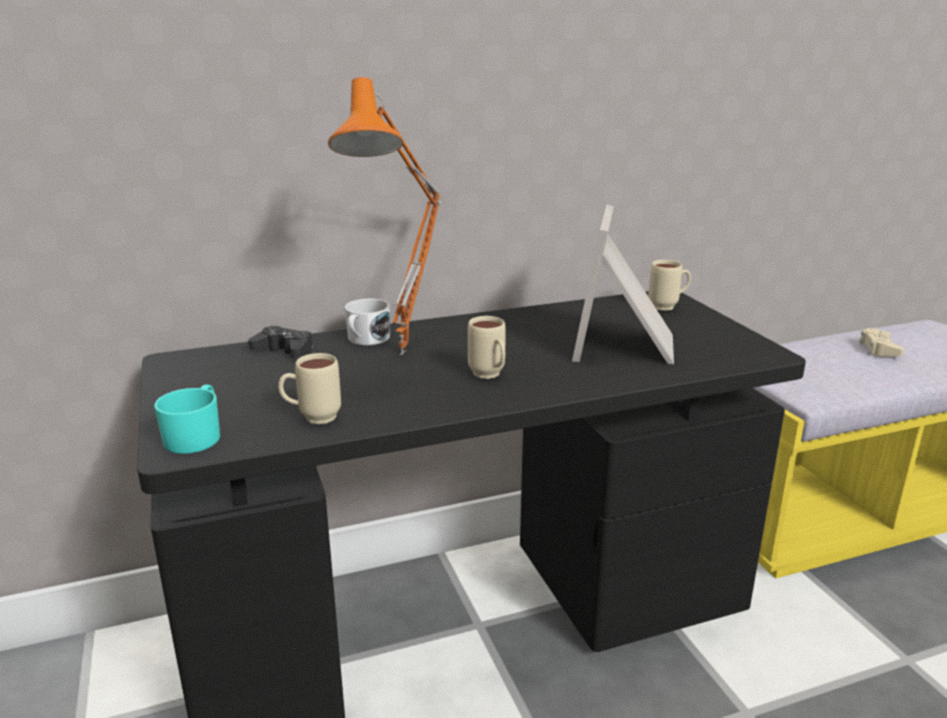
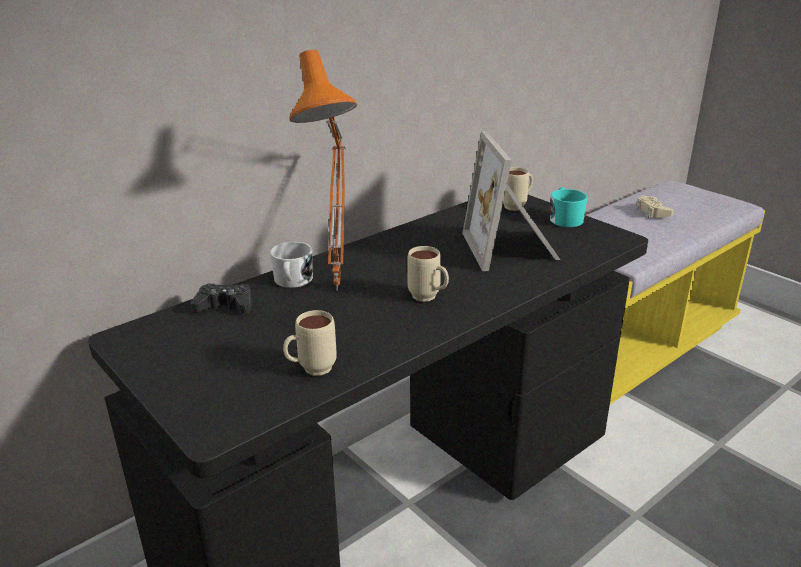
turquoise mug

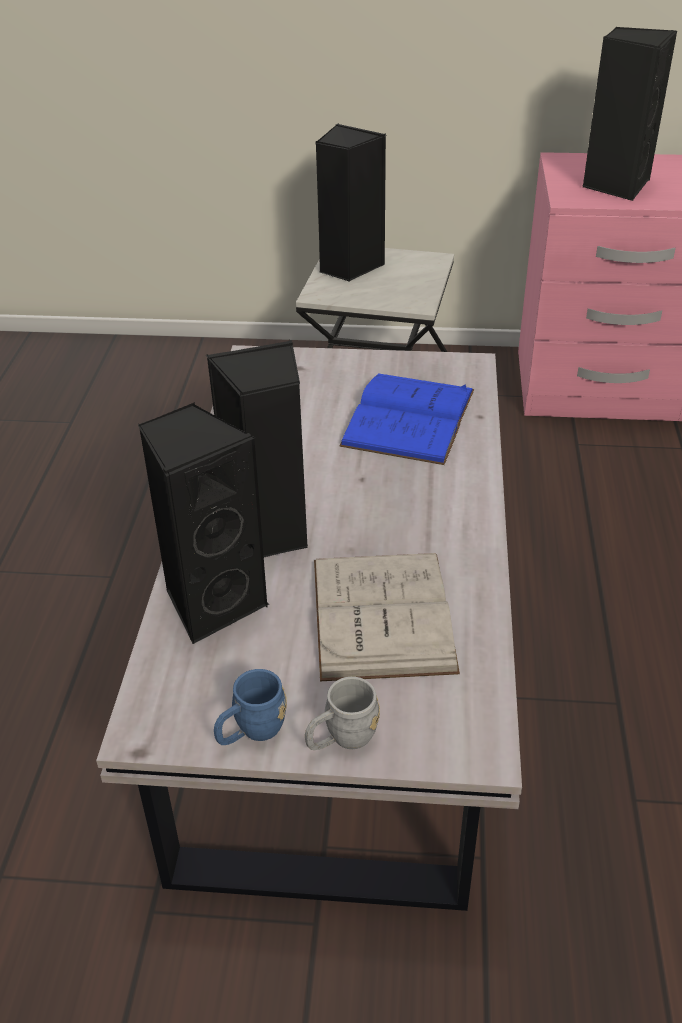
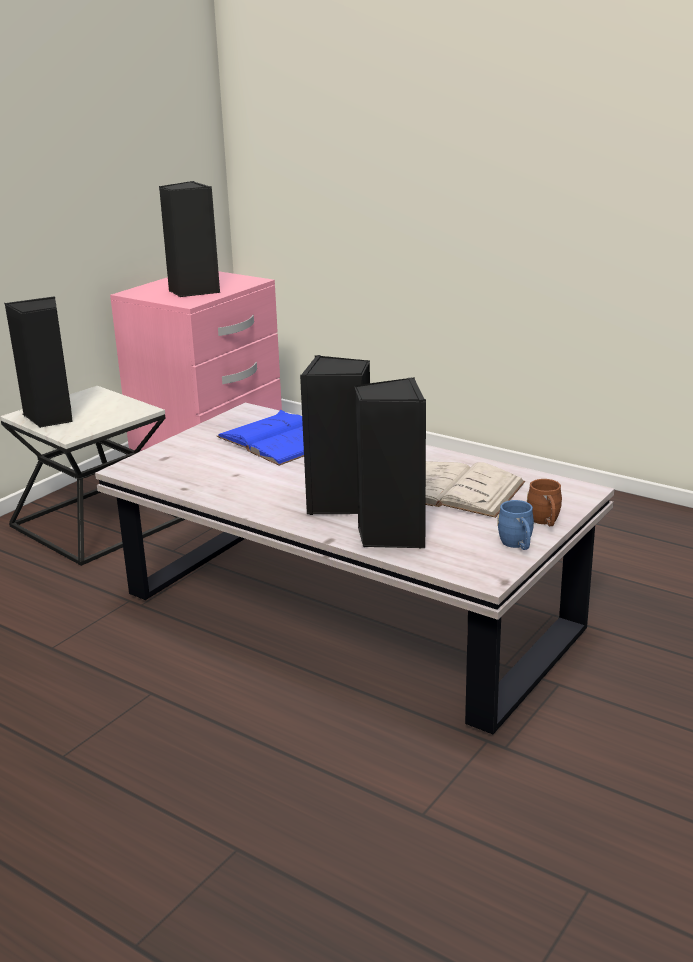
brown mug

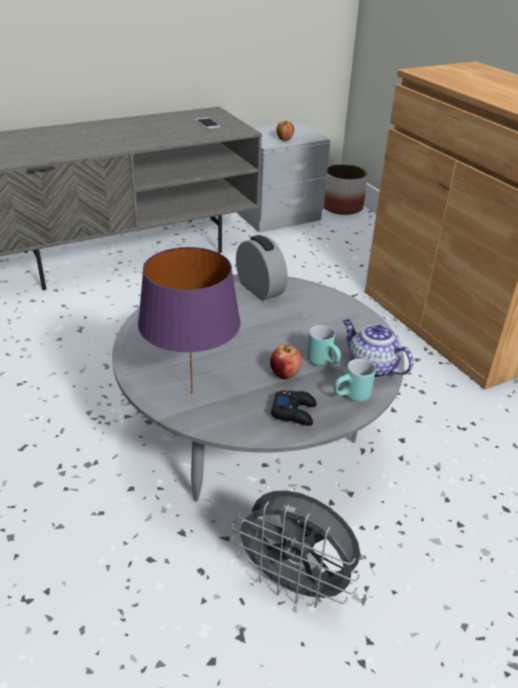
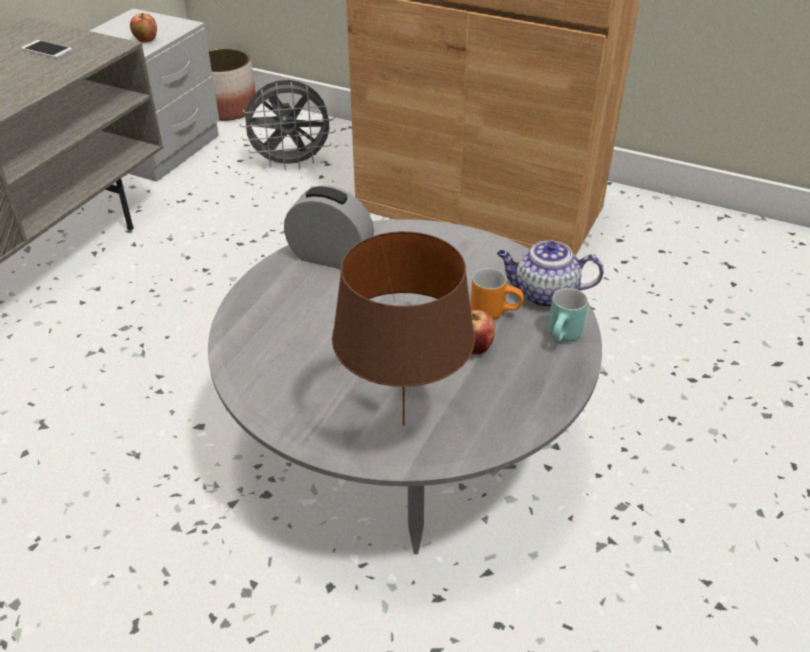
black game controller
grey fan
brown table lamp
orange mug

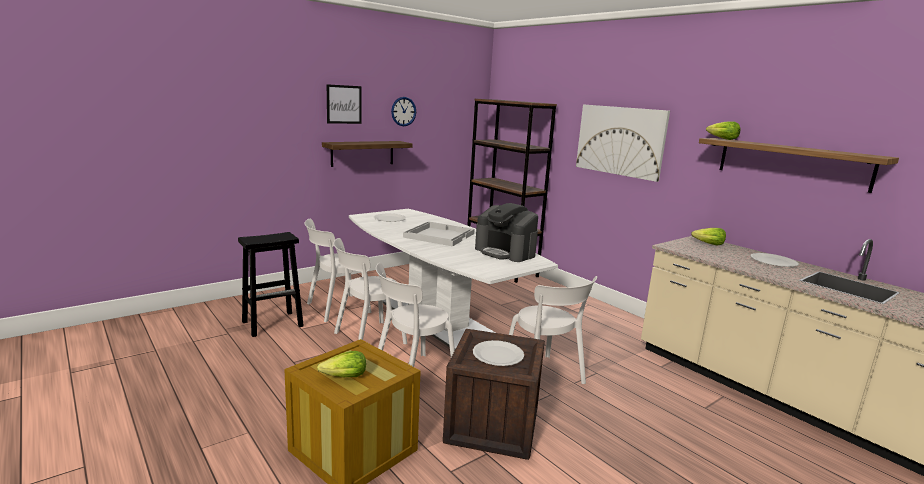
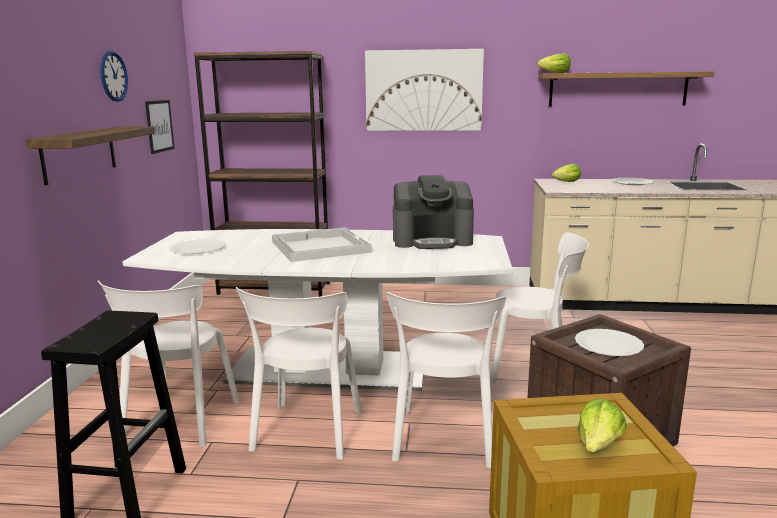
picture (1st from left)

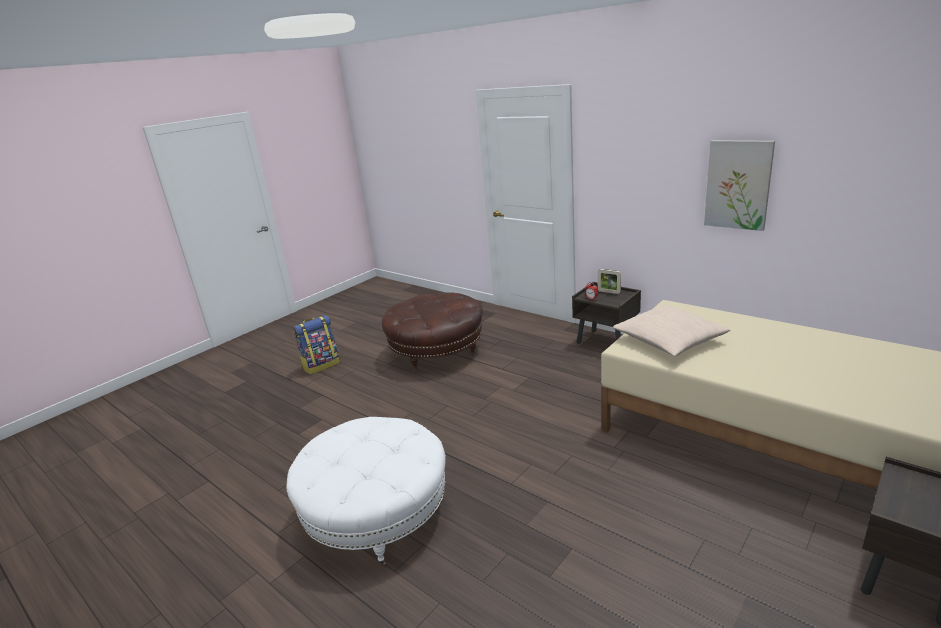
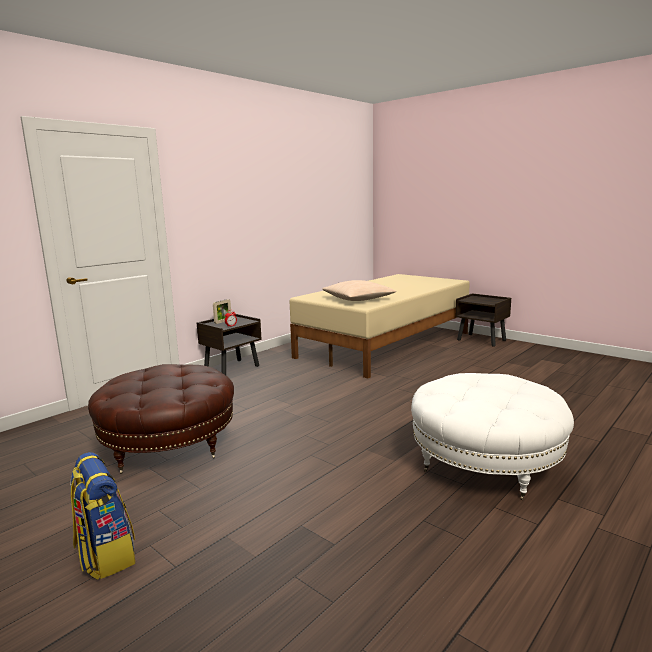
picture

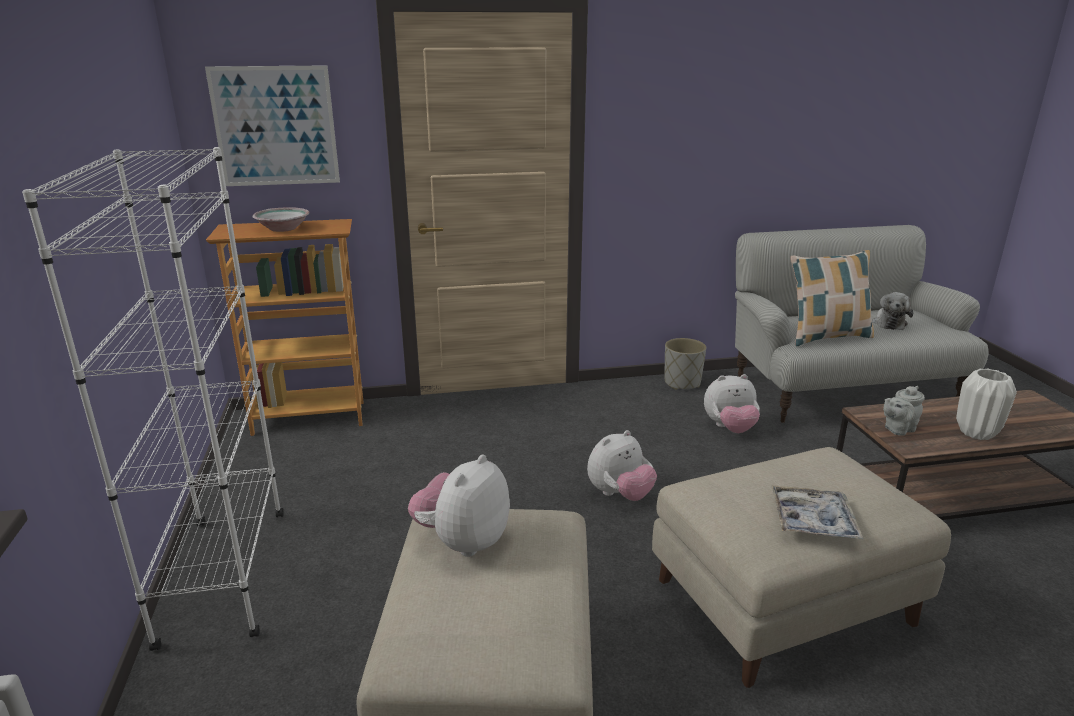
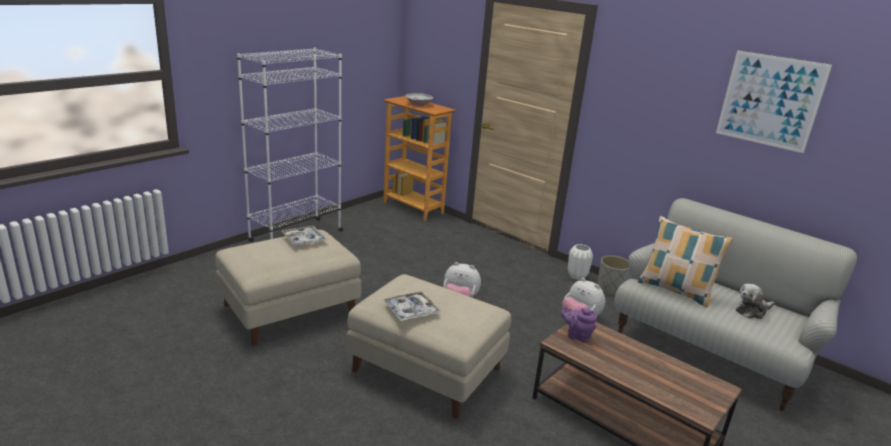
picture
white vase
tray (1st from left)
purple teapot

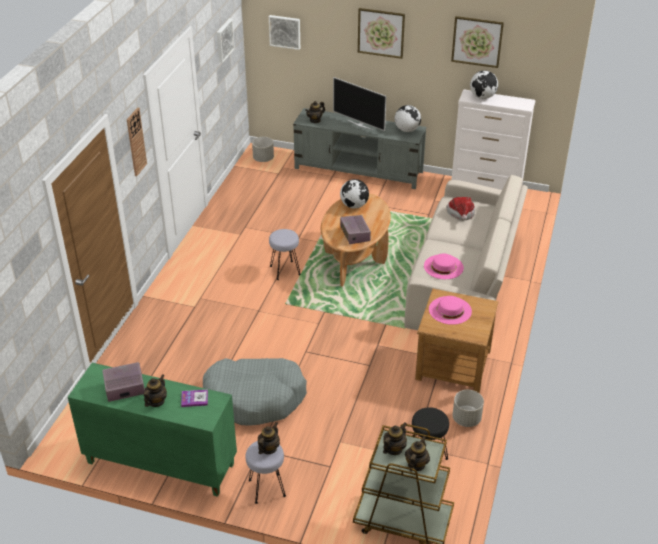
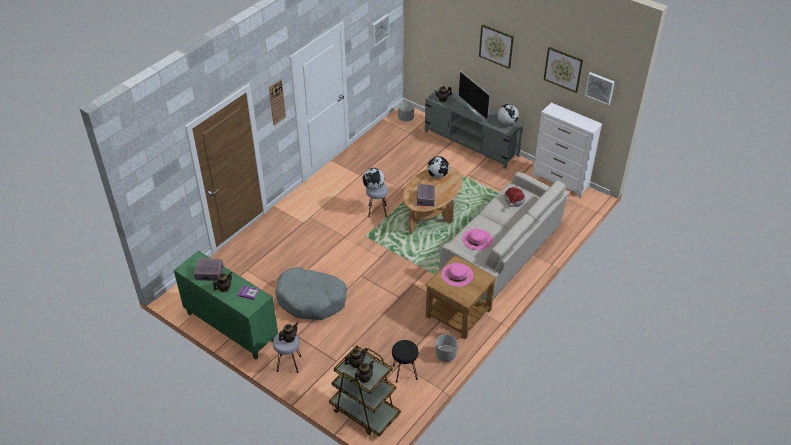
picture (4th from left)
globe (1st from left)

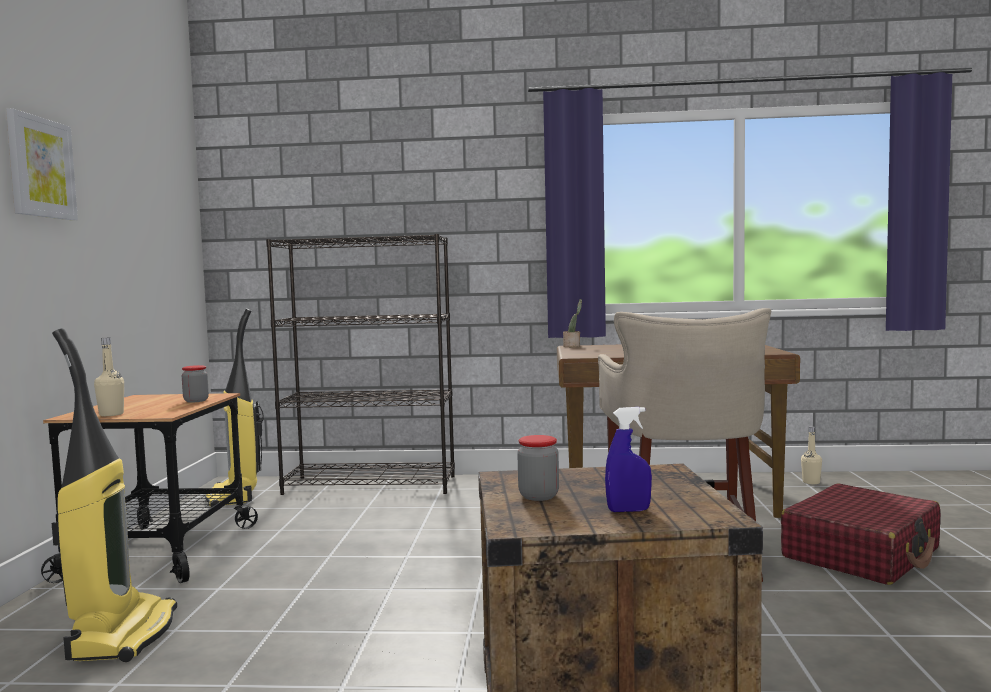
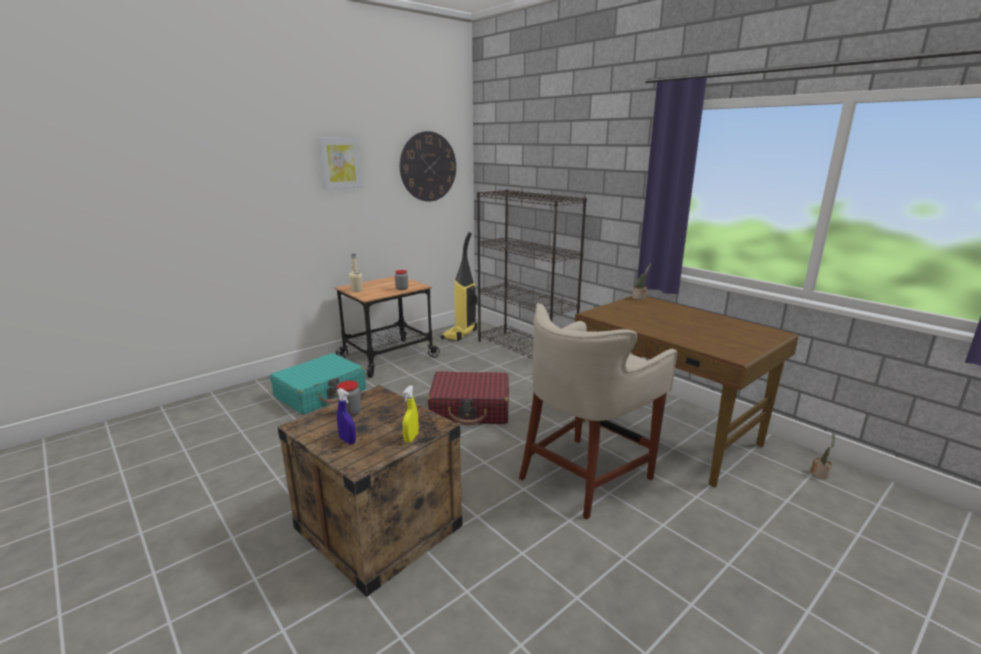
wall clock
yellow spray bottle
red suitcase
turquoise suitcase
potted plant (2nd from left)

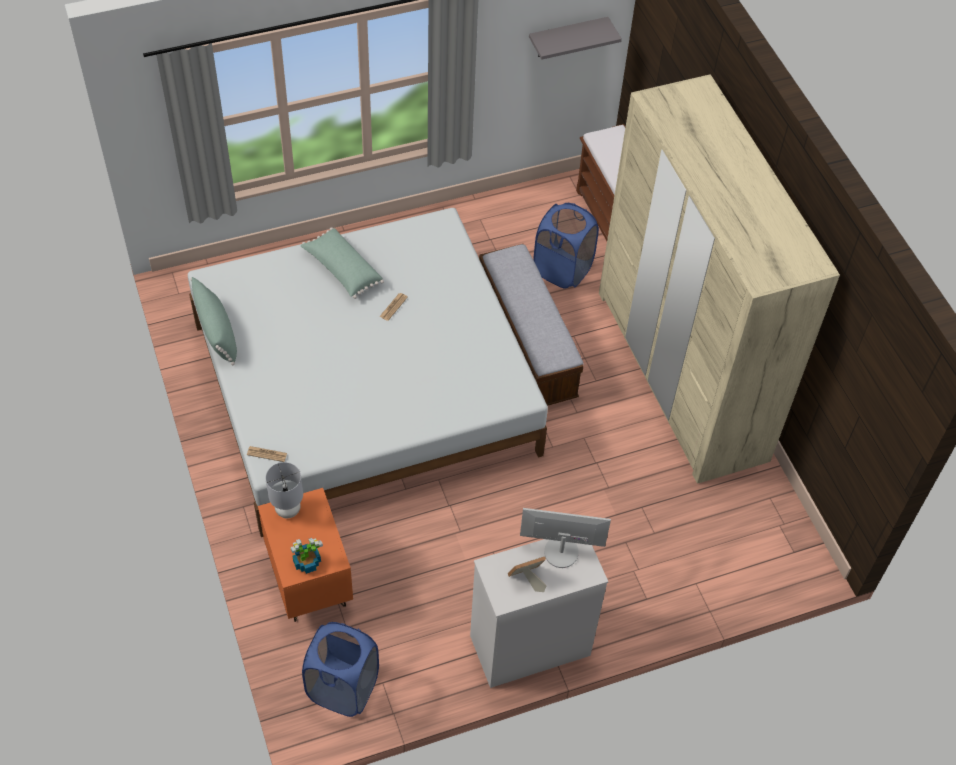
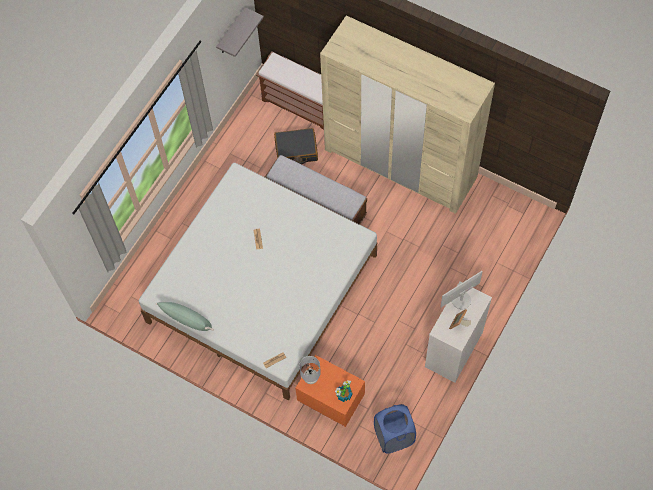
green pillow (2nd from left in the first image)
black suitcase

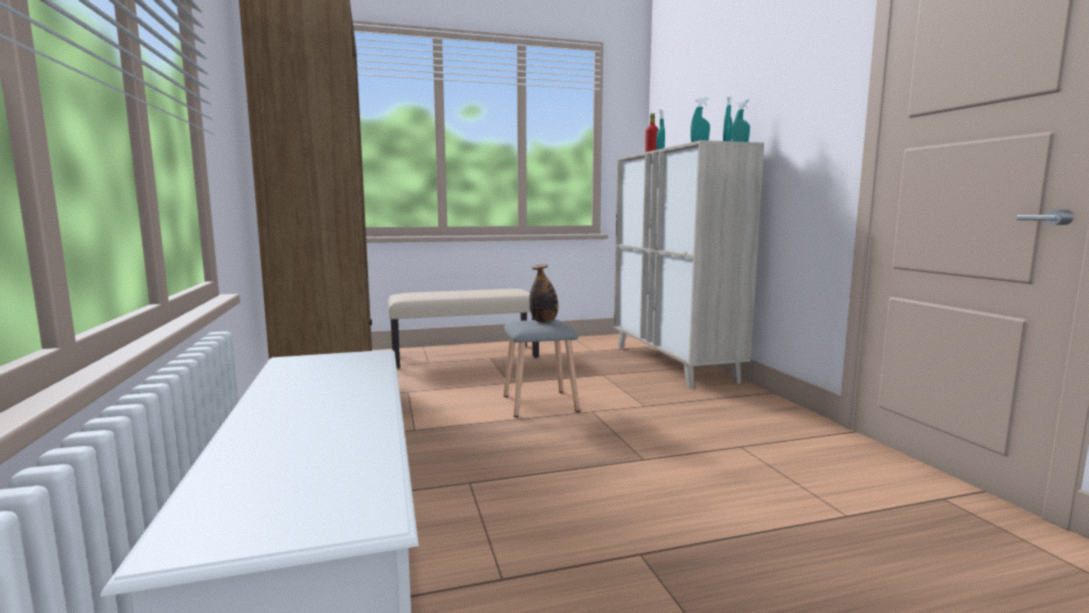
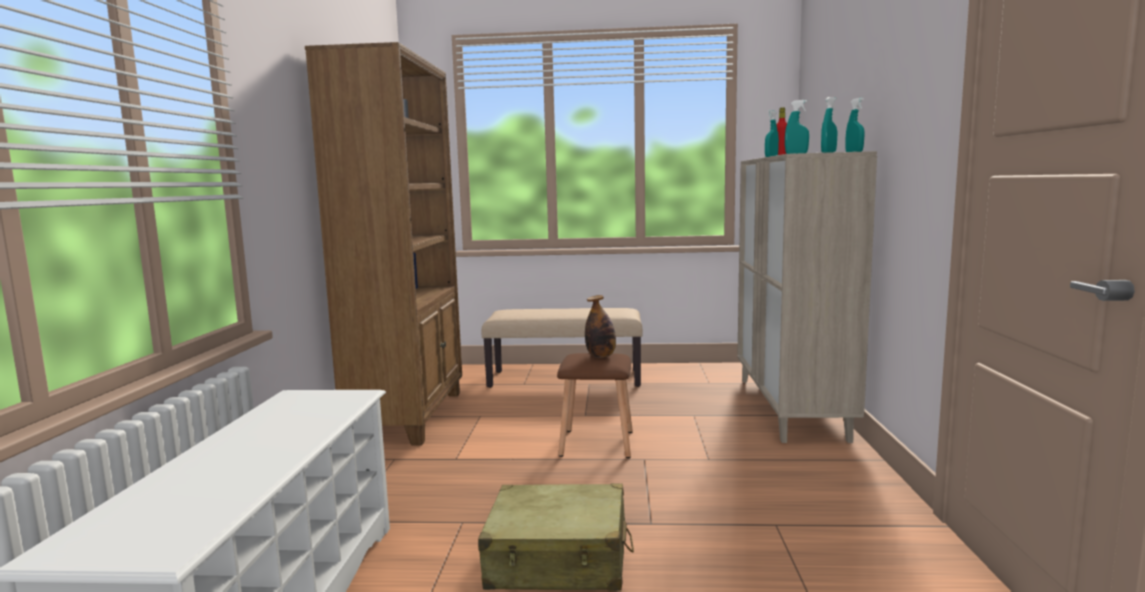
beige suitcase
brown stool

